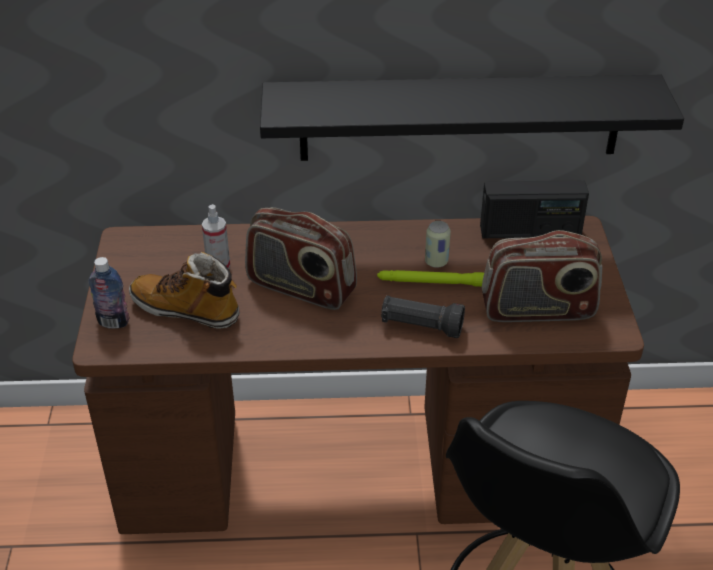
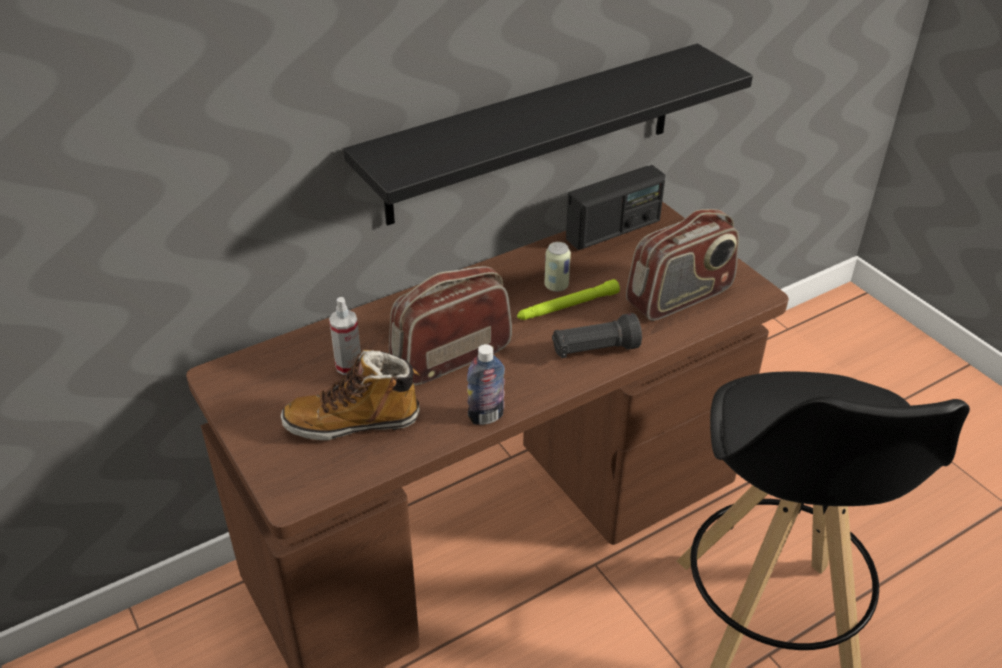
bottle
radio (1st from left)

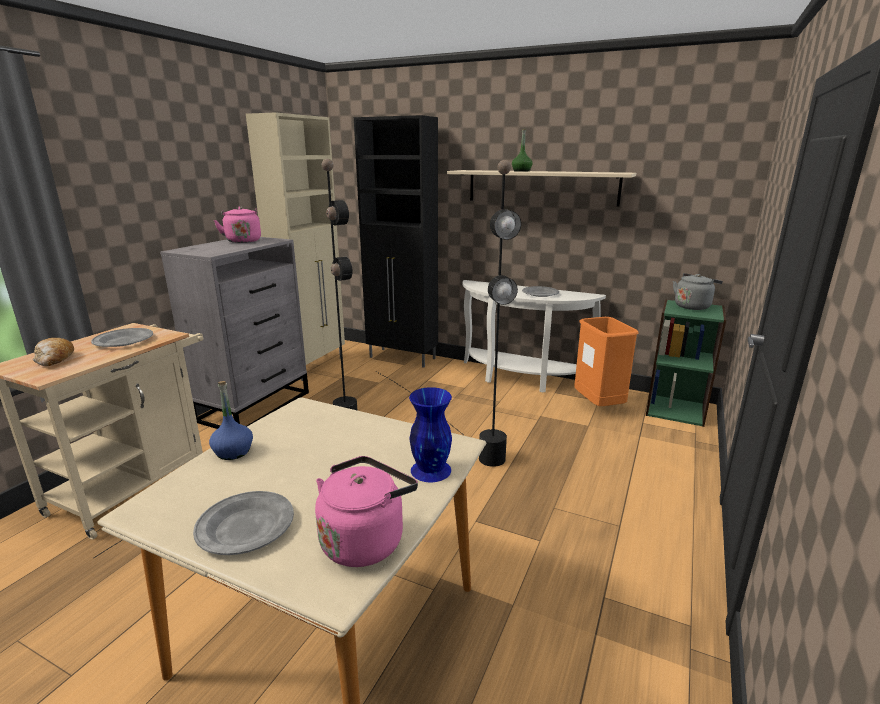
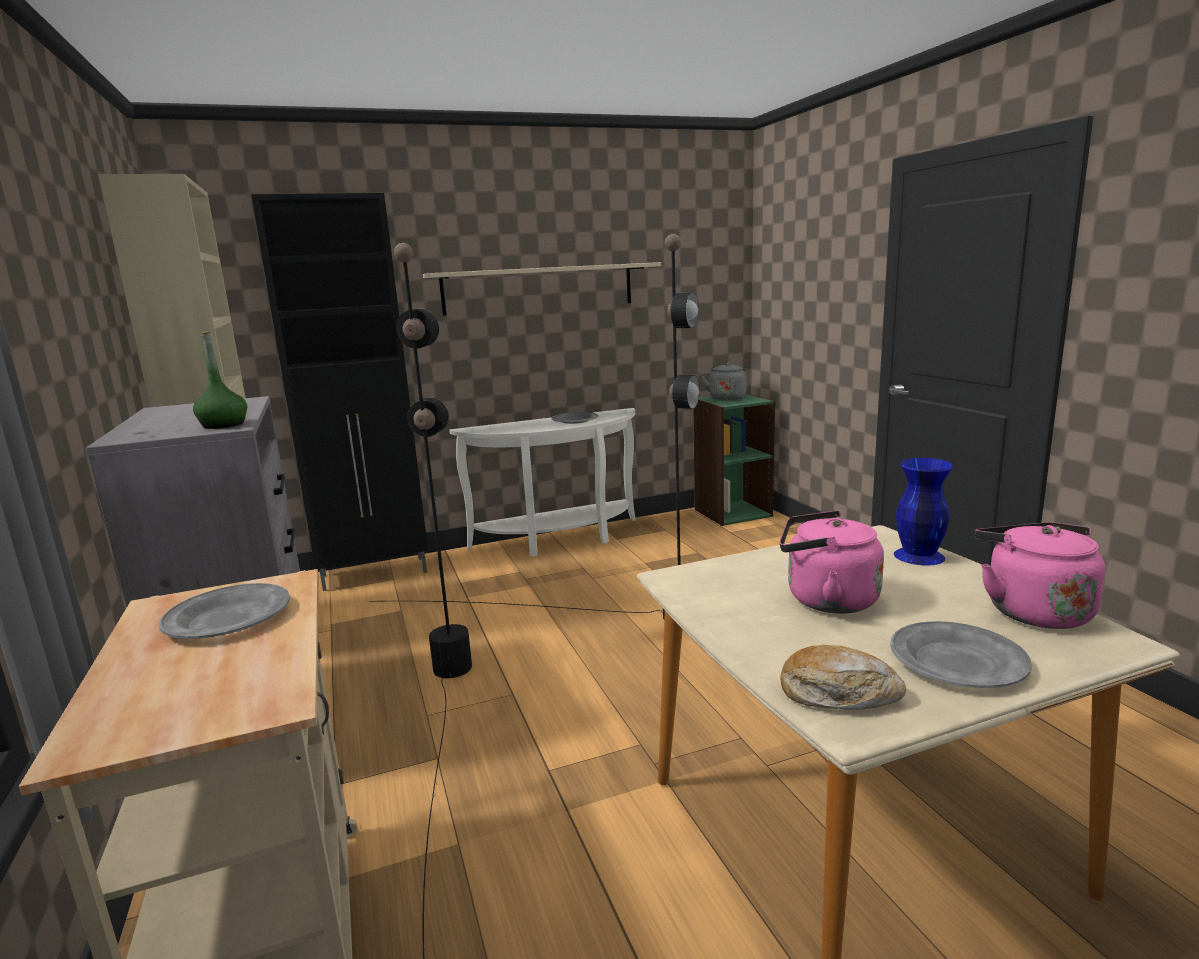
blue bottle
orange trash can
bread
pink kettle (1st from left)
green bottle

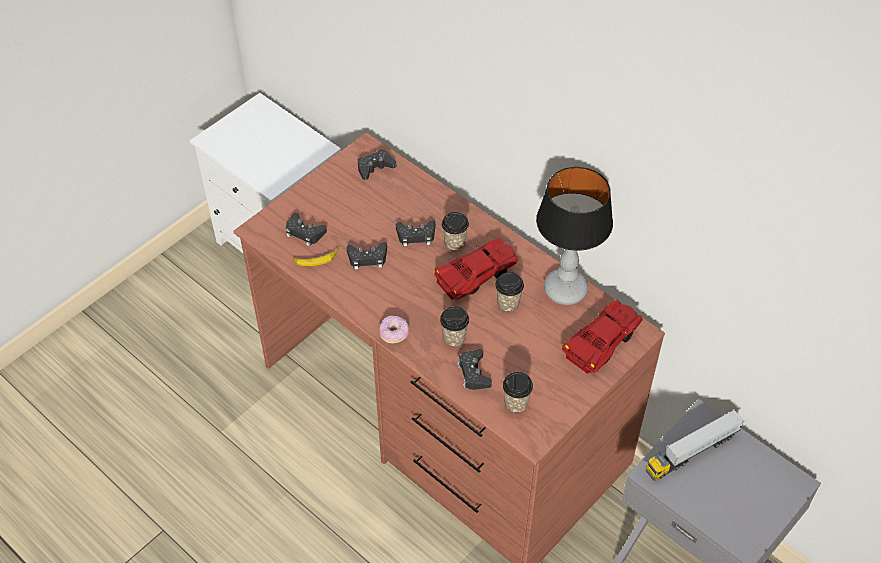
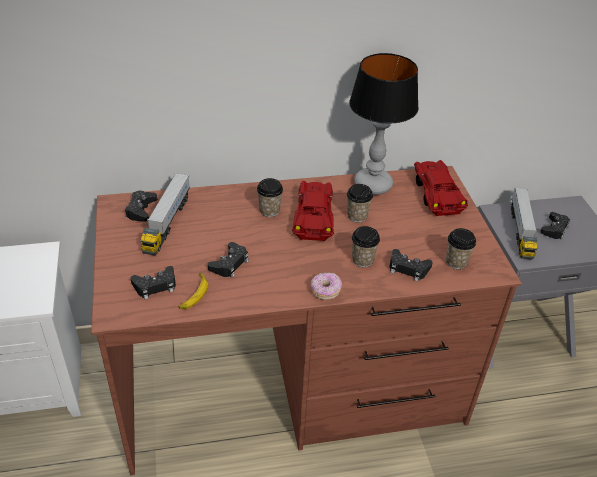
toy truck (1st from left)
black game controller (5th from left)

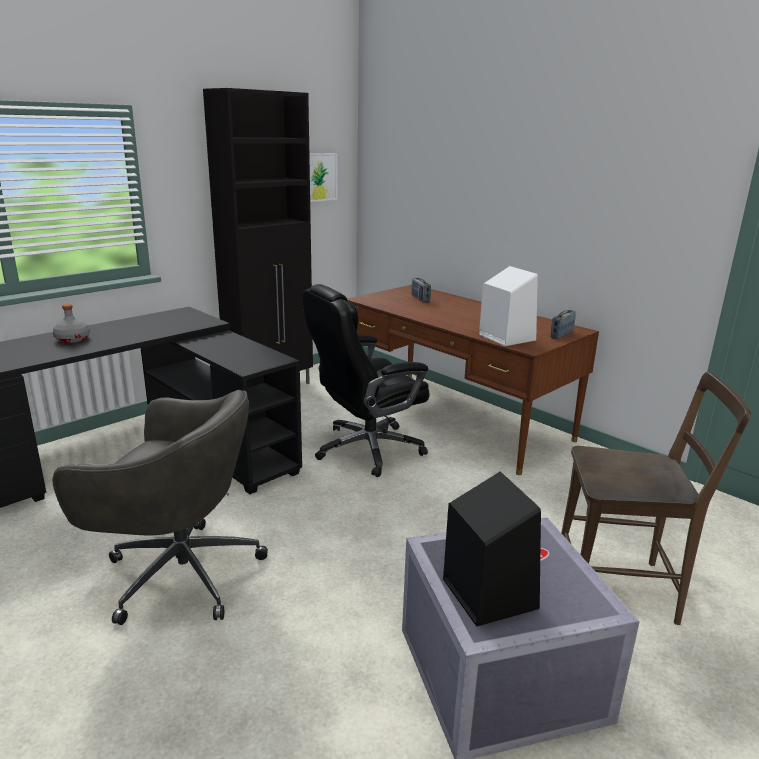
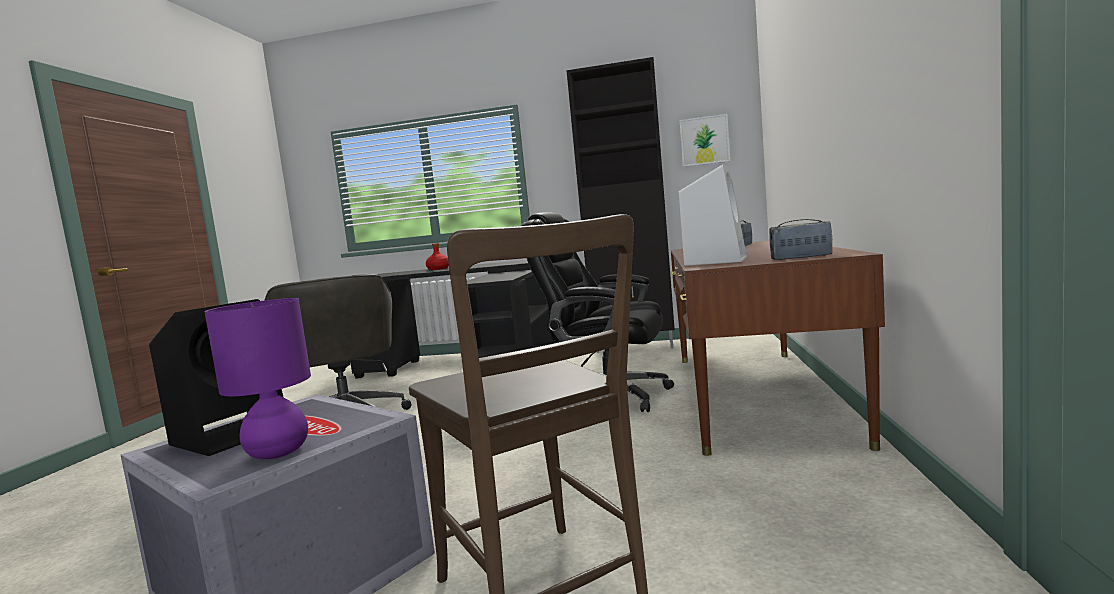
purple table lamp
red bottle

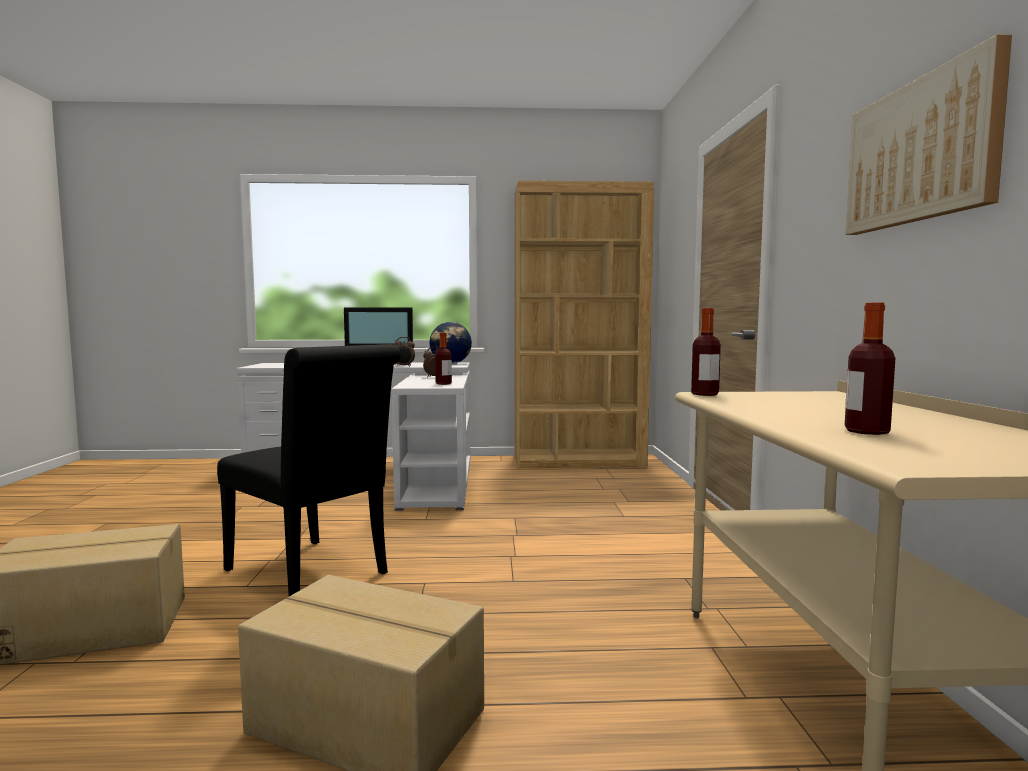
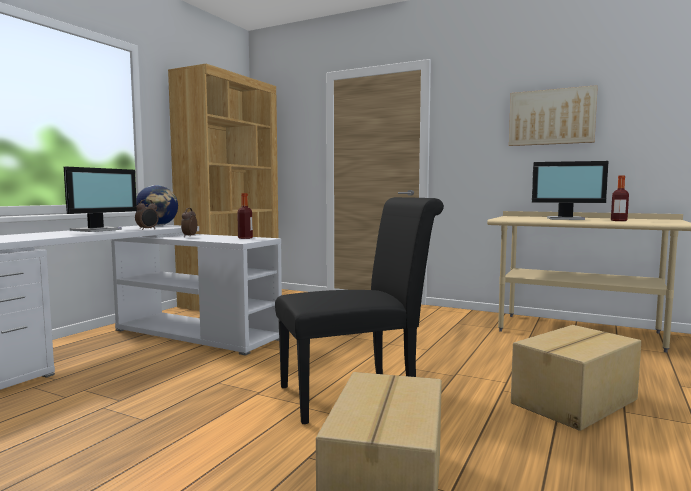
bottle (2nd from left in the first image)
monitor (2nd from left)

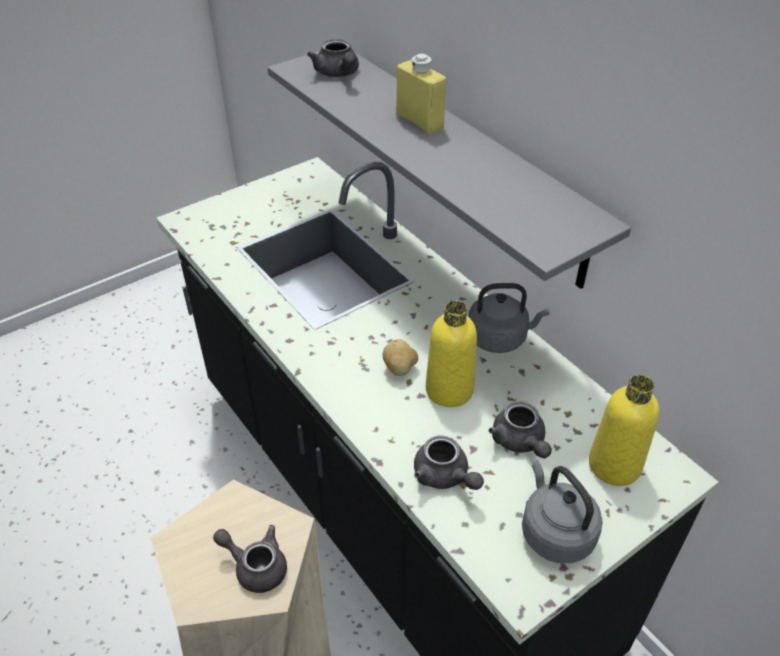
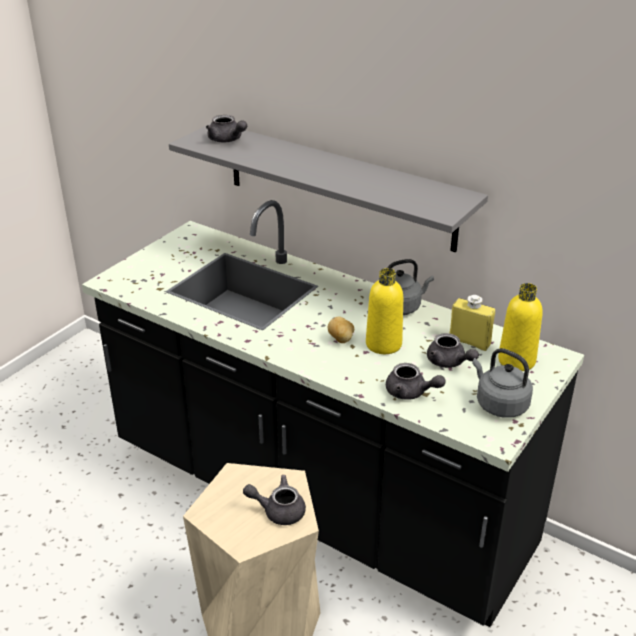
yellow bottle (2nd from left)

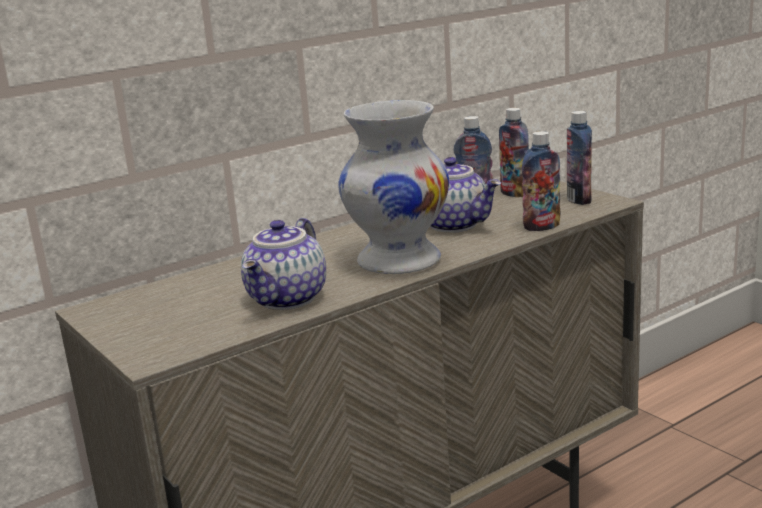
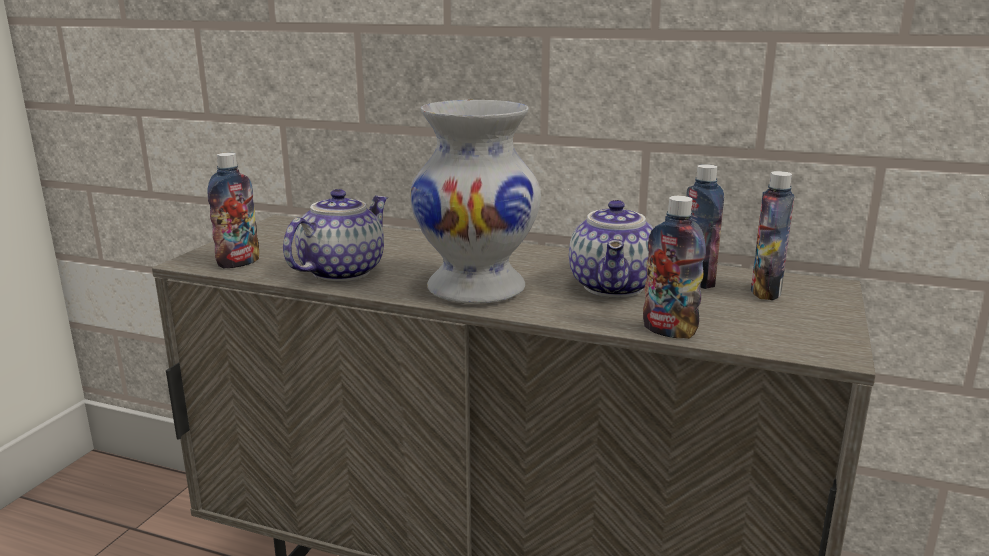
bottle (1st from left)
teapot (1st from left)

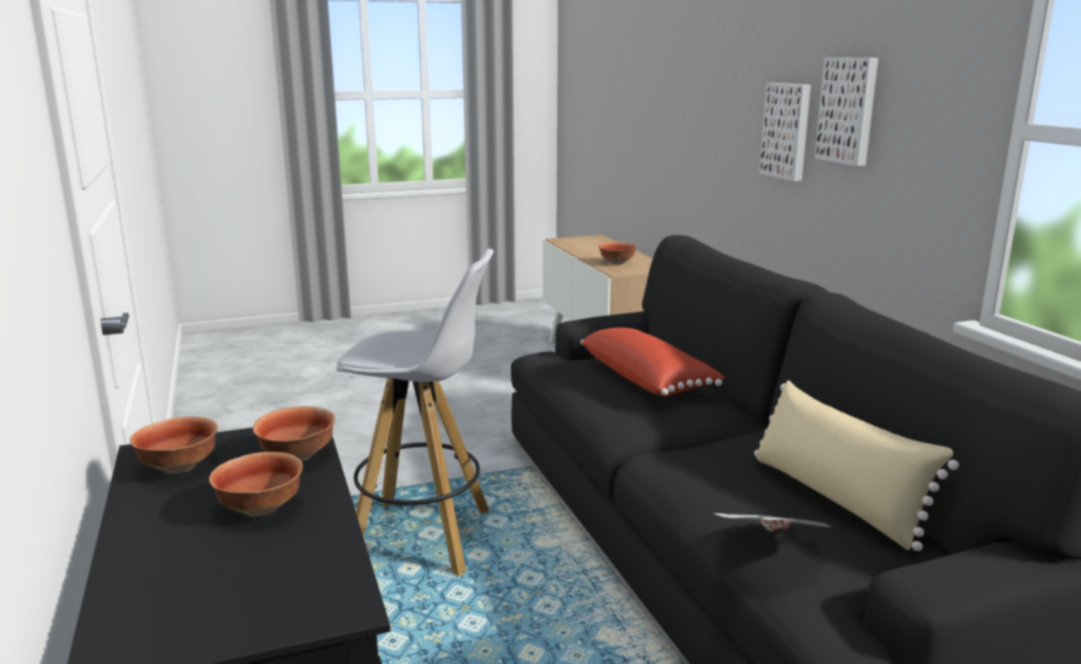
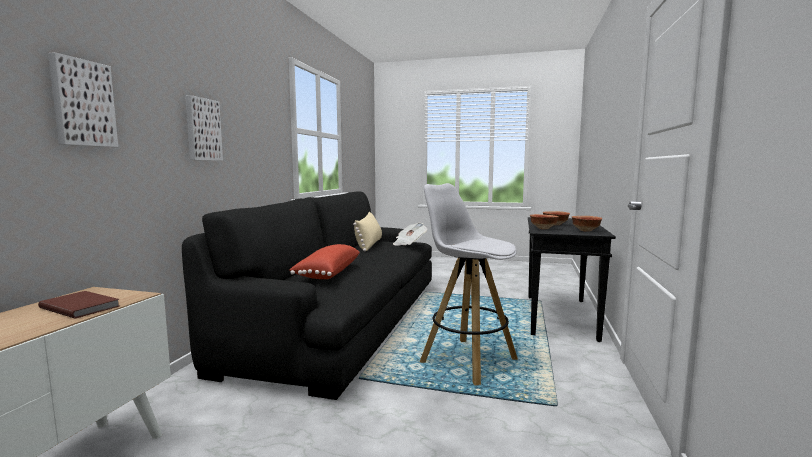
picture (1st from left)
brown book

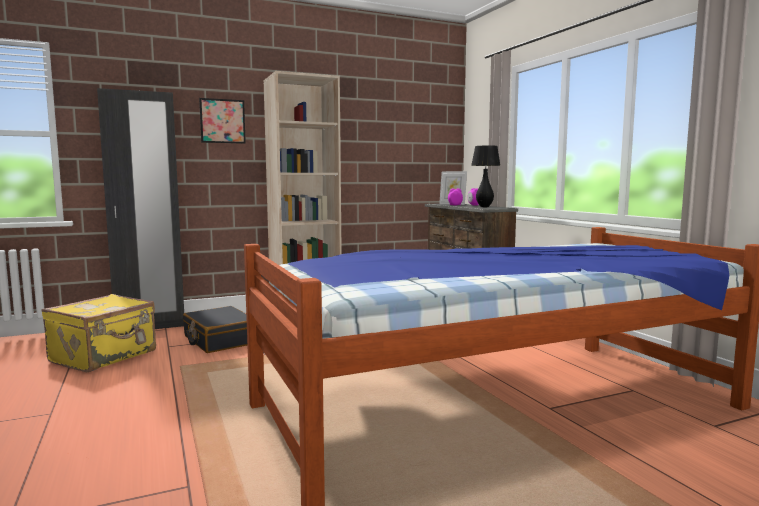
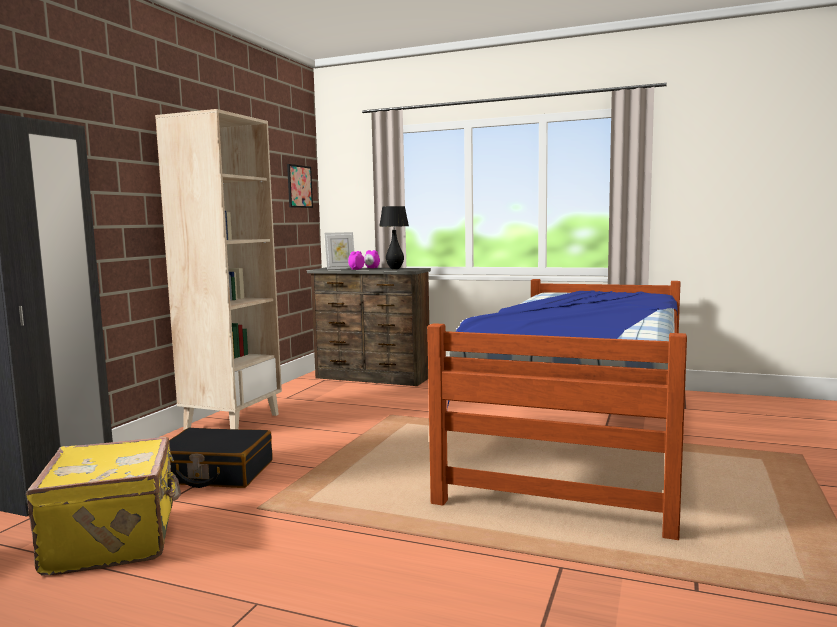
picture

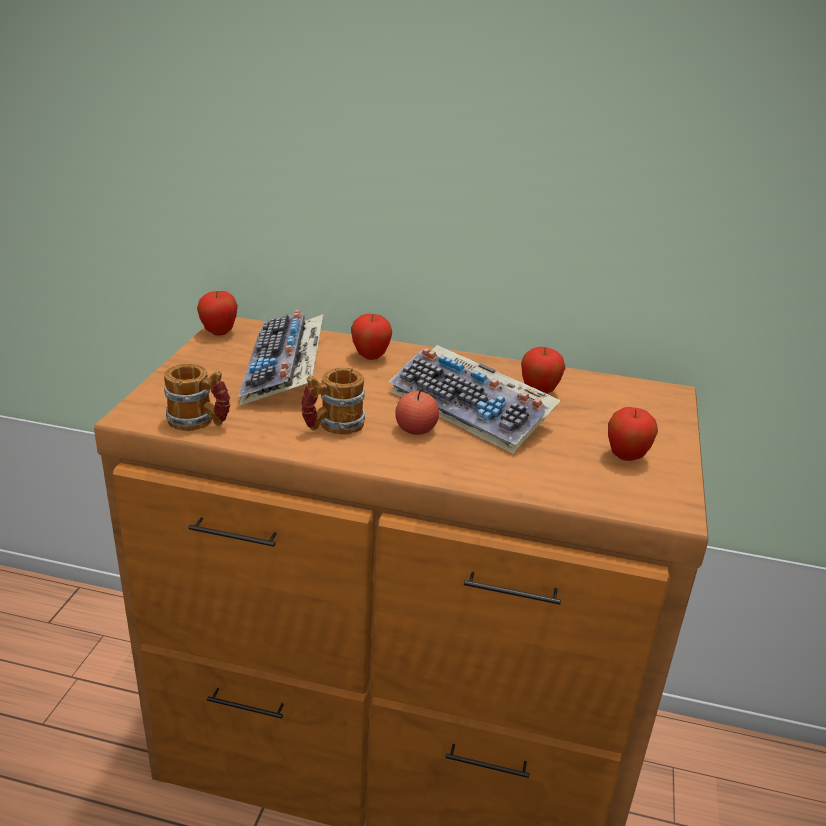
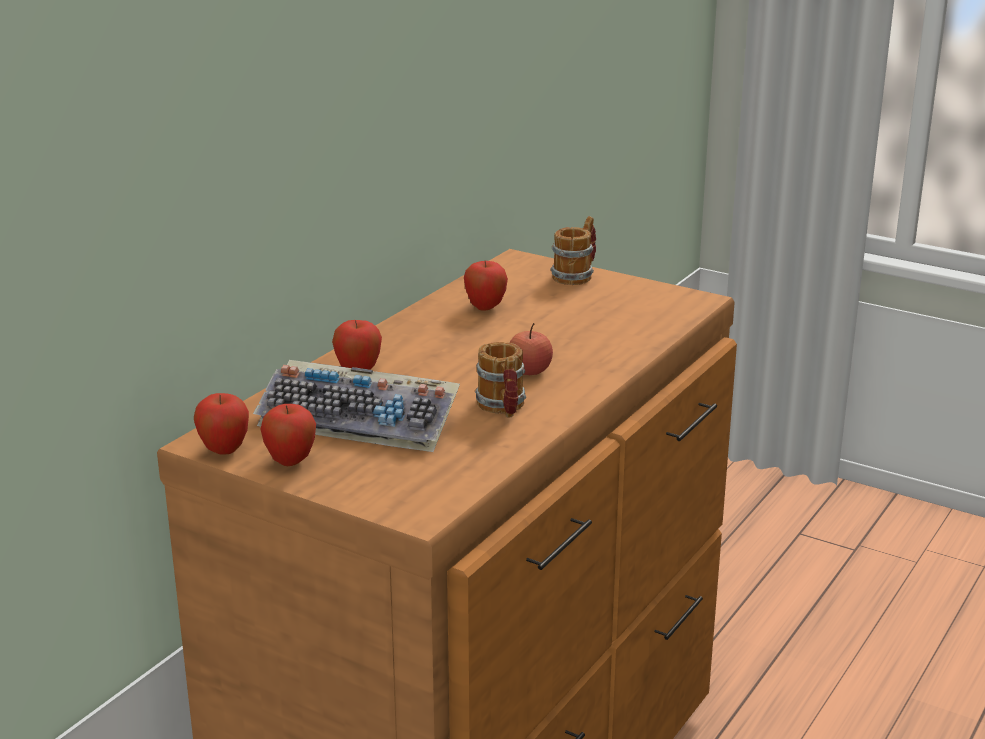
keyboard (2nd from left in the first image)
mug (2nd from left)
apple (2nd from left)

